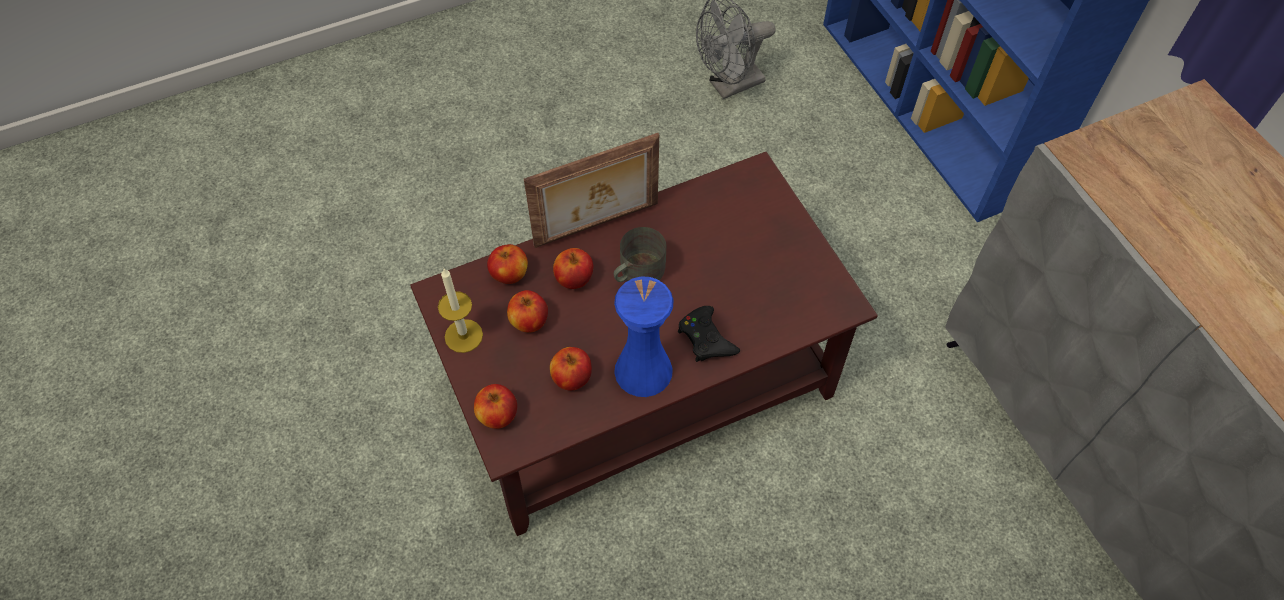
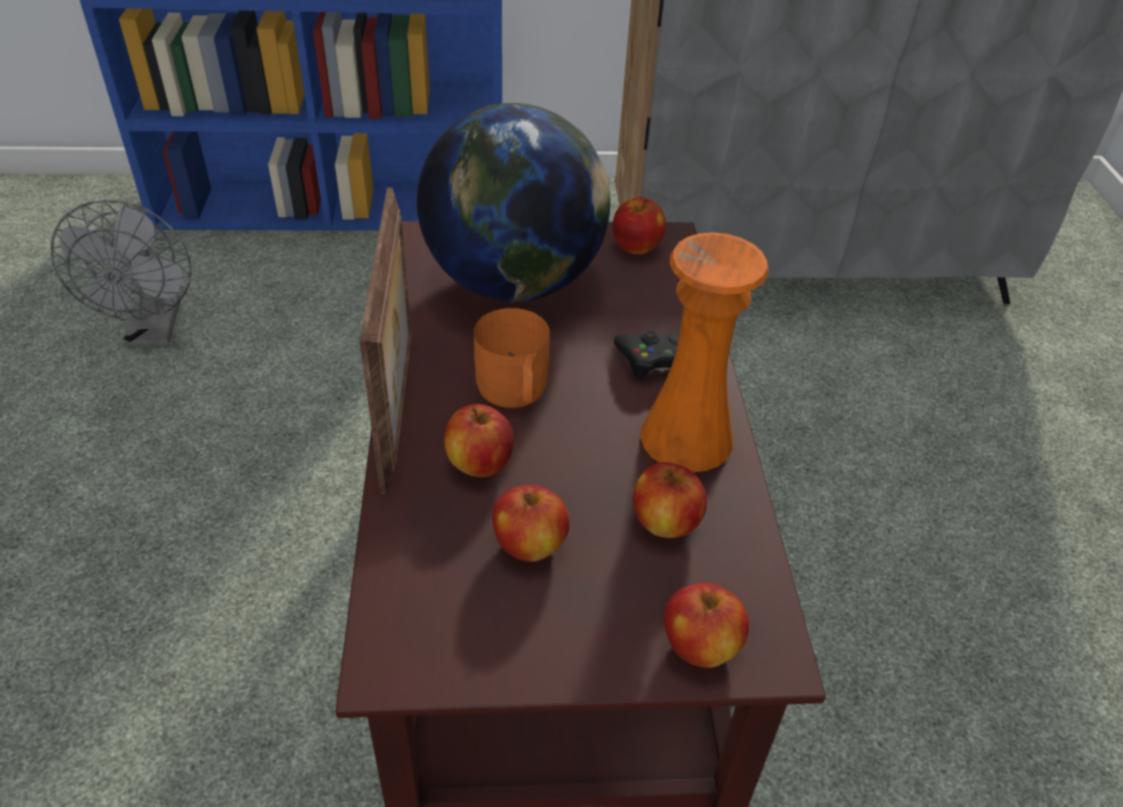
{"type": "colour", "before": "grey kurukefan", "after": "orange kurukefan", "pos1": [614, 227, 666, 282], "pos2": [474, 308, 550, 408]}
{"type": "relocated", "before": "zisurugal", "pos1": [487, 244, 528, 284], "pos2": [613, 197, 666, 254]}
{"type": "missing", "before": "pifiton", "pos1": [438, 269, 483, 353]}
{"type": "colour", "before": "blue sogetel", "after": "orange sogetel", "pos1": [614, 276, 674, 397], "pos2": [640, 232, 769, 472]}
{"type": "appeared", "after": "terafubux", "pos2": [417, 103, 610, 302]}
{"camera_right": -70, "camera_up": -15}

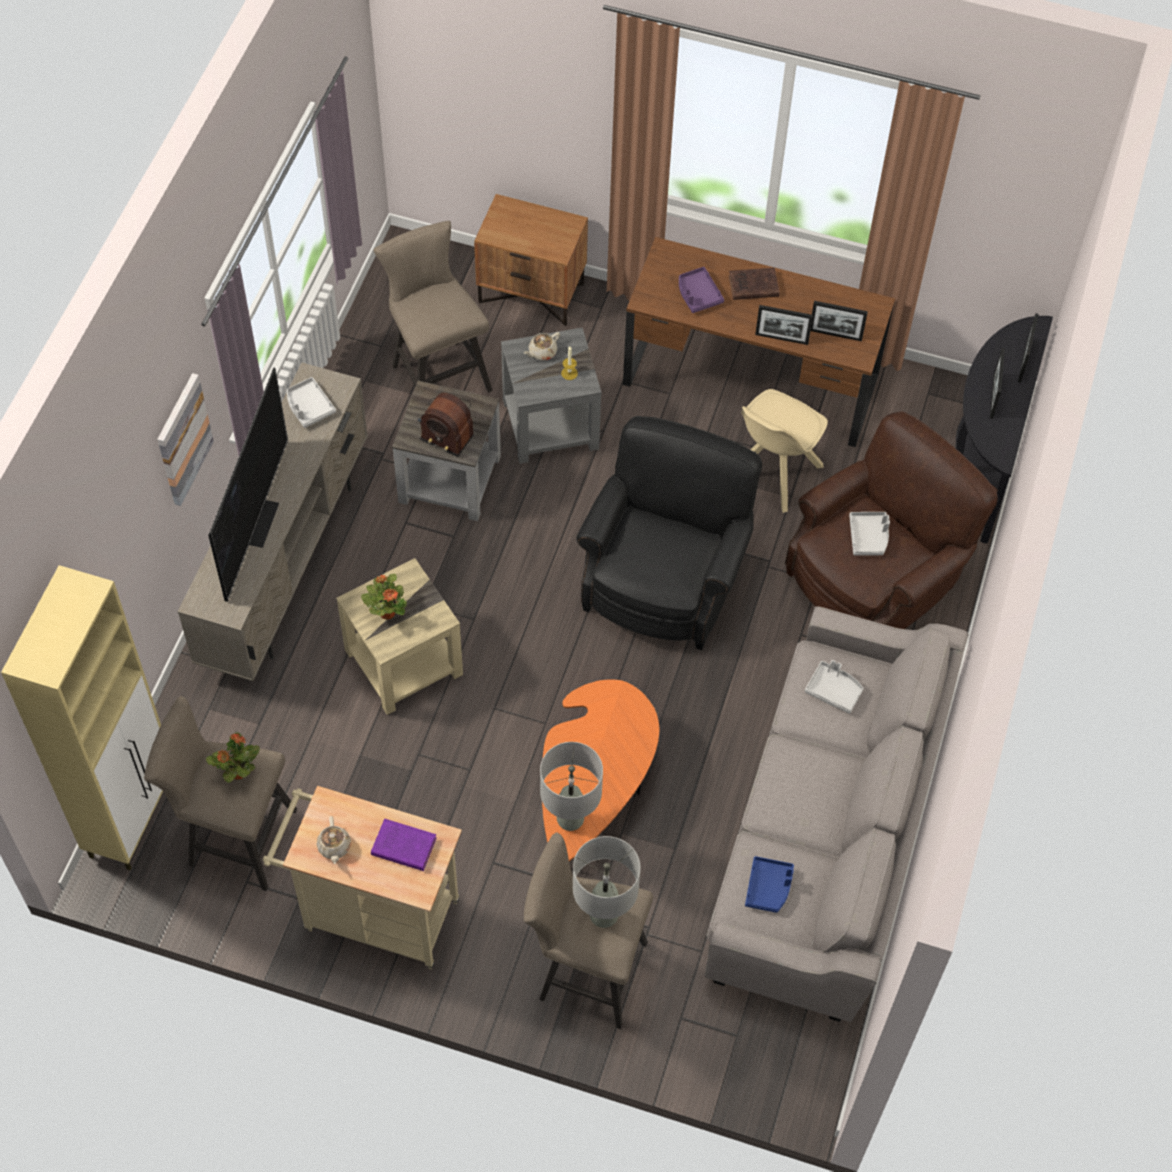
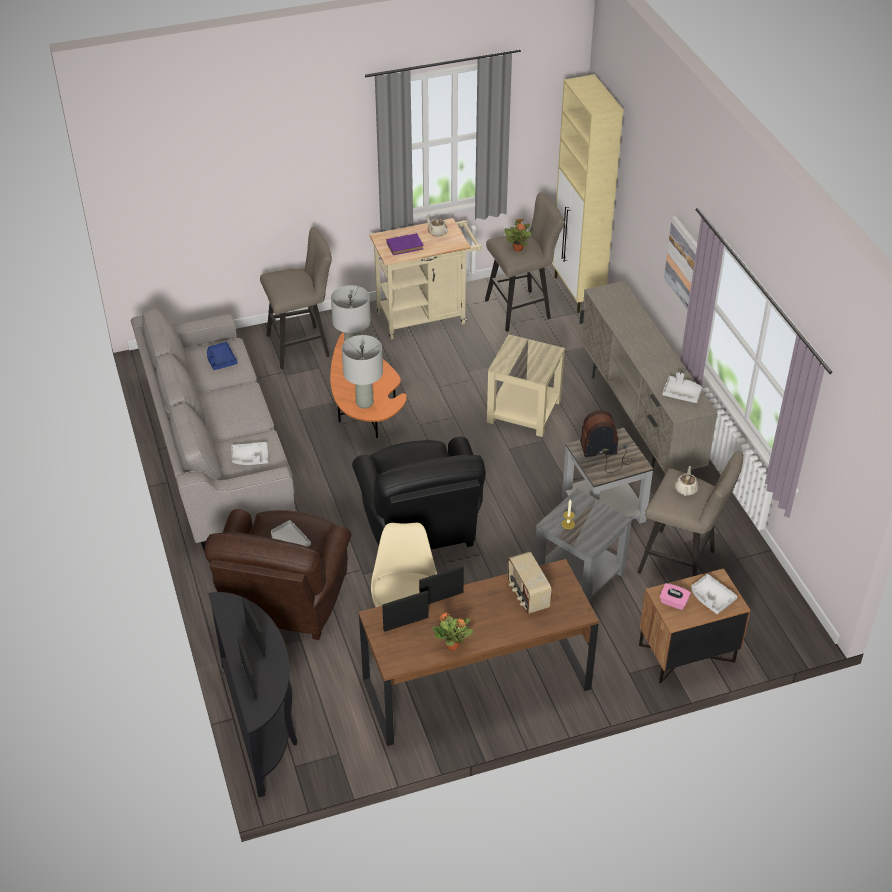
{"type": "exchanged", "before": "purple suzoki", "after": "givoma", "pos1": [679, 267, 724, 313], "pos2": [508, 552, 551, 614]}
{"type": "missing", "before": "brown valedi", "pos1": [729, 268, 779, 300]}
{"type": "relocated", "before": "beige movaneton", "pos1": [524, 332, 560, 361], "pos2": [675, 466, 699, 496]}
{"type": "missing", "before": "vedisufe", "pos1": [208, 368, 288, 602]}
{"type": "relocated", "before": "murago", "pos1": [361, 574, 407, 620], "pos2": [432, 612, 474, 651]}
{"type": "relocated", "before": "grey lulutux", "pos1": [573, 836, 640, 928], "pos2": [342, 335, 383, 409]}
{"type": "appeared", "after": "grey suzoki", "pos2": [691, 574, 737, 614]}
{"type": "appeared", "after": "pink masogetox", "pos2": [660, 583, 691, 610]}
{"camera_right": 145, "camera_up": -15}

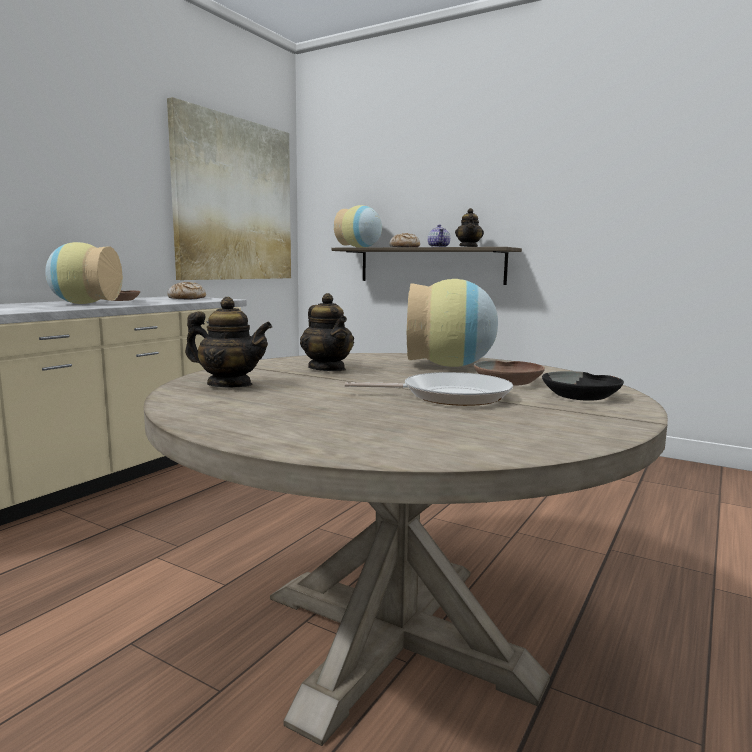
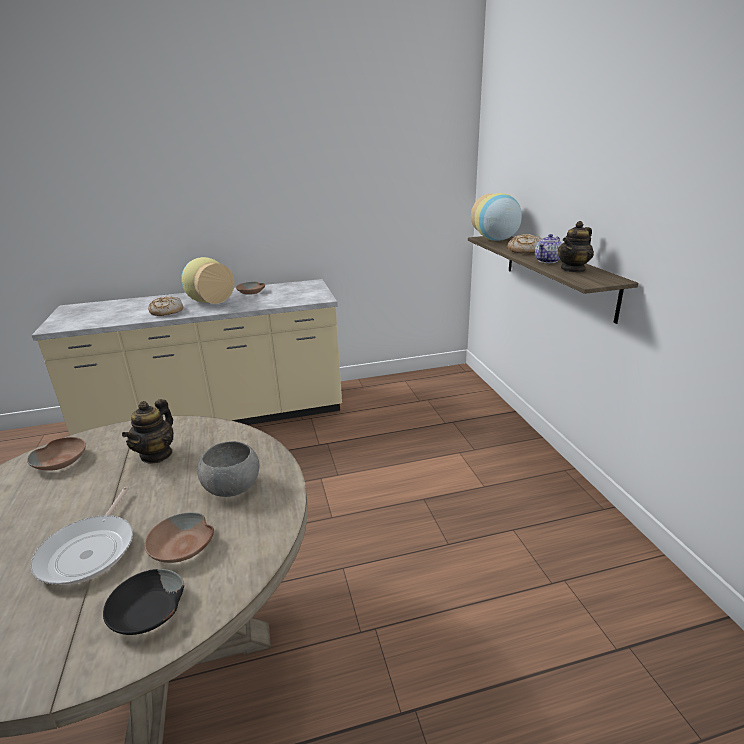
{"type": "missing", "before": "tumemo", "pos1": [167, 97, 291, 280]}
{"type": "exchanged", "before": "sogetel", "after": "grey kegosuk", "pos1": [407, 279, 498, 367], "pos2": [197, 441, 260, 497]}
{"type": "relocated", "before": "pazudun", "pos1": [167, 282, 206, 299], "pos2": [148, 296, 183, 316]}
{"type": "exchanged", "before": "movaneton", "after": "brown kegosuk", "pos1": [185, 297, 272, 387], "pos2": [27, 437, 86, 471]}
{"type": "spun", "before": "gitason", "pos1": [345, 372, 513, 406], "pos2": [31, 486, 133, 585], "turn": 45}
{"camera_right": 45, "camera_up": 15}

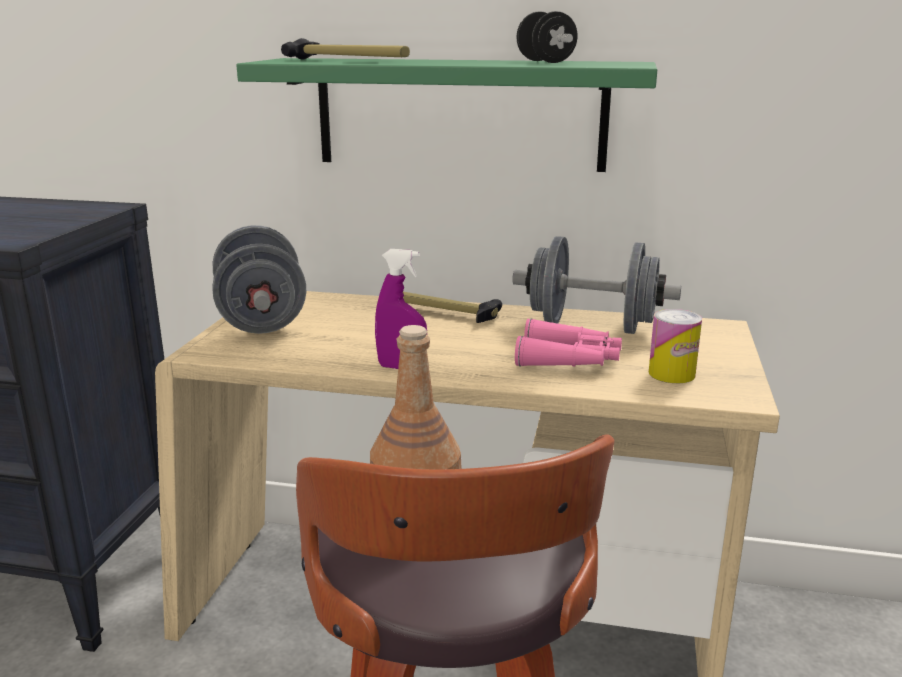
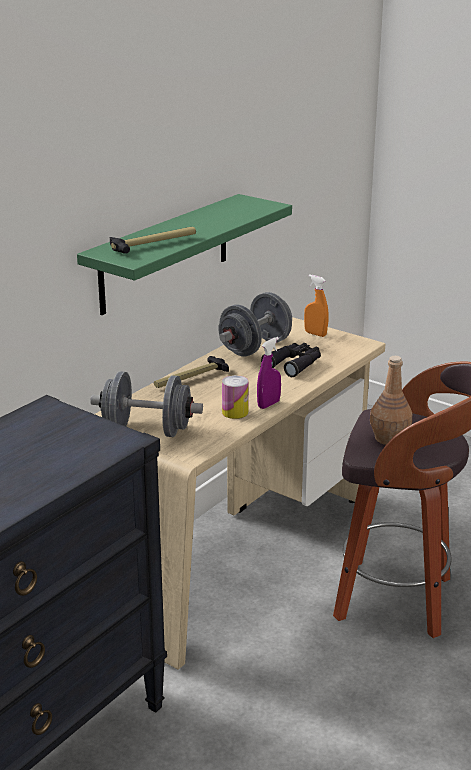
{"type": "missing", "before": "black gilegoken", "pos1": [516, 11, 578, 63]}
{"type": "relocated", "before": "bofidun", "pos1": [649, 309, 702, 383], "pos2": [222, 375, 249, 419]}
{"type": "colour", "before": "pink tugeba", "after": "black tugeba", "pos1": [515, 318, 622, 367], "pos2": [261, 343, 321, 377]}
{"type": "appeared", "after": "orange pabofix", "pos2": [304, 274, 329, 337]}
{"camera_right": -65, "camera_up": 5}

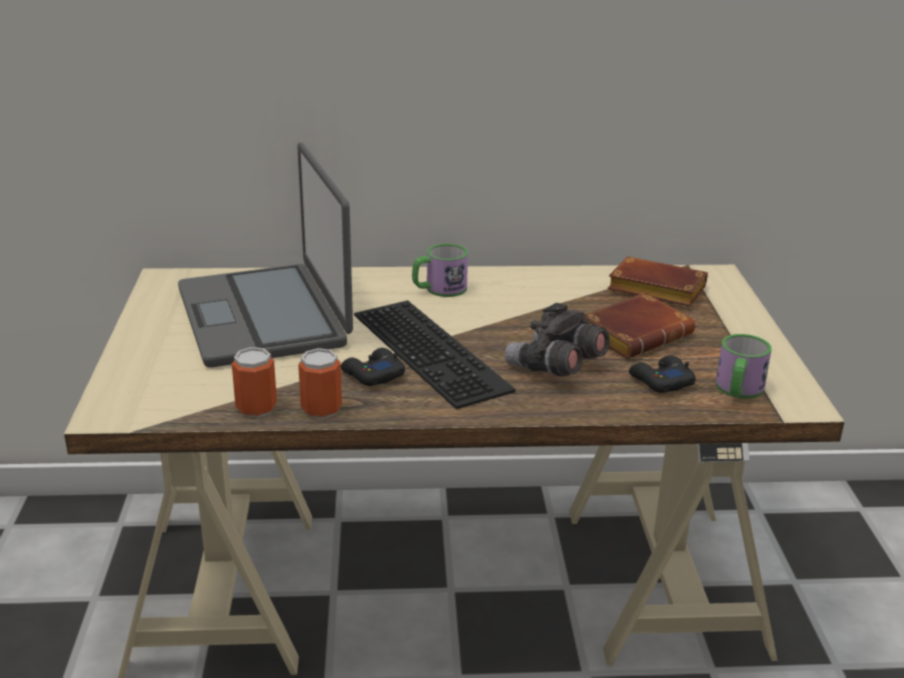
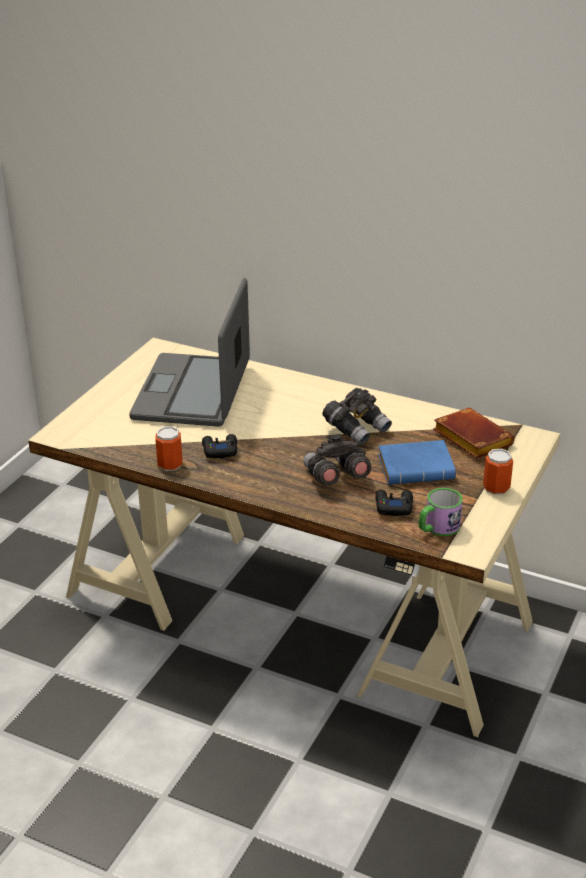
{"type": "missing", "before": "kurukefan", "pos1": [412, 244, 468, 297]}
{"type": "colour", "before": "brown valedi", "after": "blue valedi", "pos1": [584, 293, 695, 359], "pos2": [378, 440, 456, 485]}
{"type": "missing", "before": "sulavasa", "pos1": [354, 300, 516, 409]}
{"type": "relocated", "before": "bofidun", "pos1": [232, 347, 277, 418], "pos2": [483, 449, 513, 495]}
{"type": "appeared", "after": "grey tugeba", "pos2": [322, 388, 392, 445]}
{"camera_right": 30, "camera_up": 5}

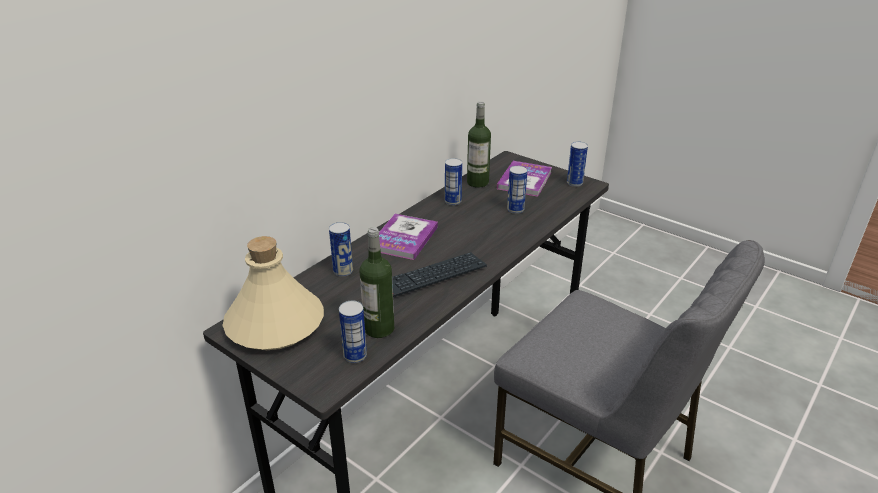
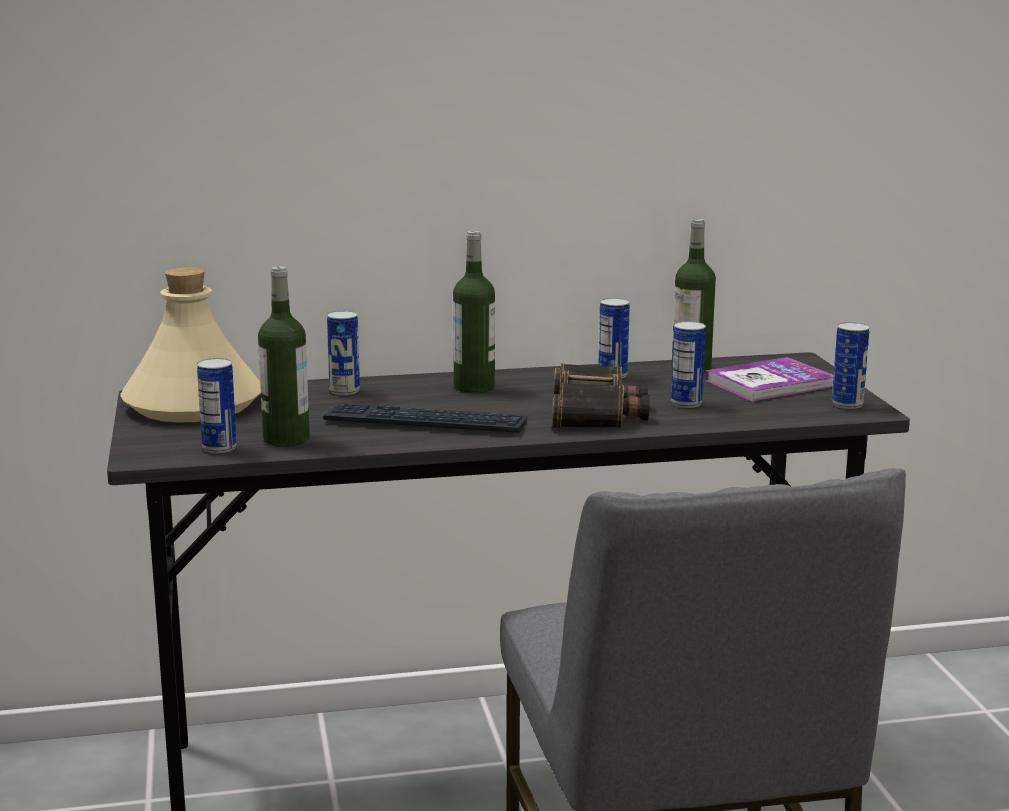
{"type": "exchanged", "before": "valedi", "after": "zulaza", "pos1": [379, 214, 438, 260], "pos2": [453, 231, 495, 393]}
{"type": "appeared", "after": "tugeba", "pos2": [552, 363, 650, 428]}
{"camera_right": 40, "camera_up": -15}

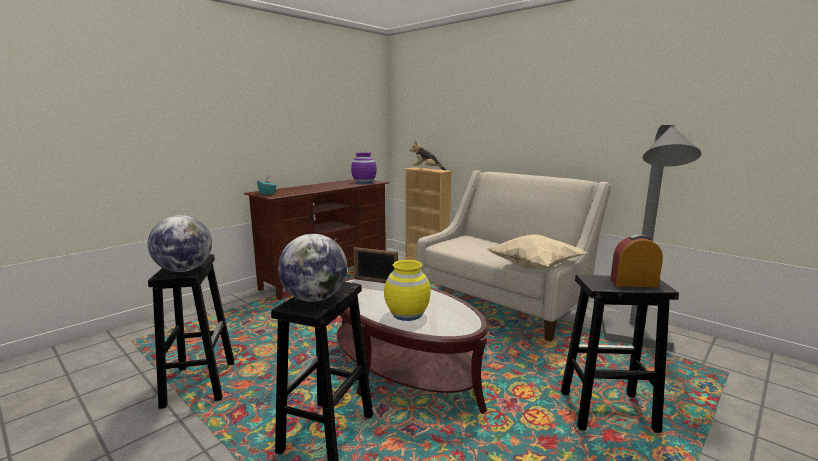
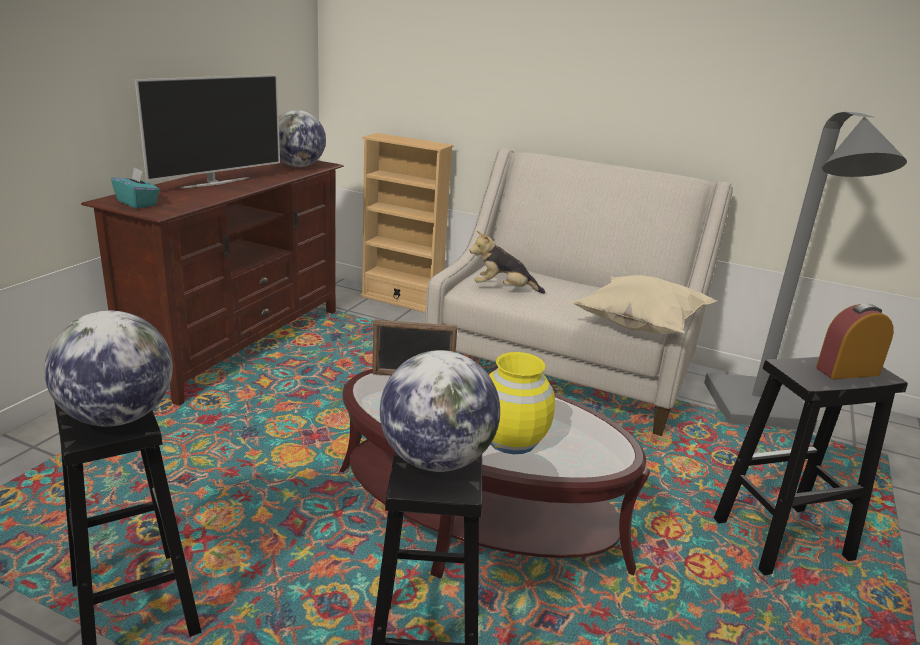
{"type": "relocated", "before": "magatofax", "pos1": [410, 141, 446, 170], "pos2": [470, 231, 545, 293]}
{"type": "exchanged", "before": "purple sogetel", "after": "terafubux", "pos1": [351, 152, 377, 184], "pos2": [279, 110, 326, 167]}
{"type": "appeared", "after": "vedisufe", "pos2": [135, 74, 280, 188]}
{"camera_right": -20, "camera_up": 10}

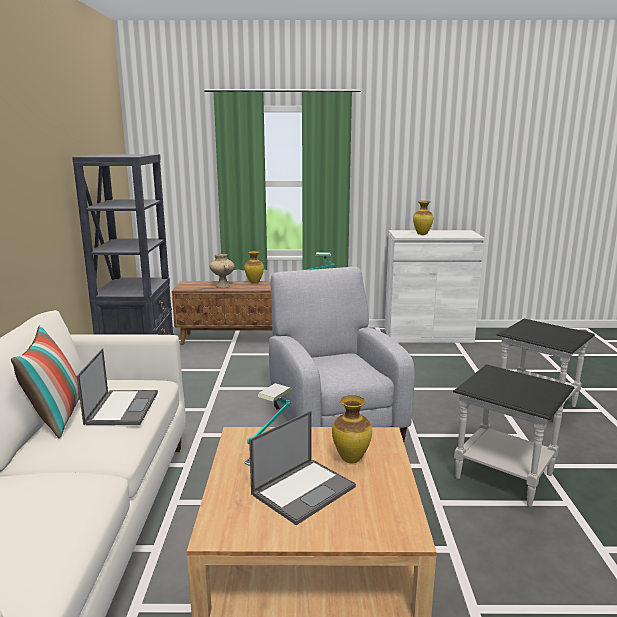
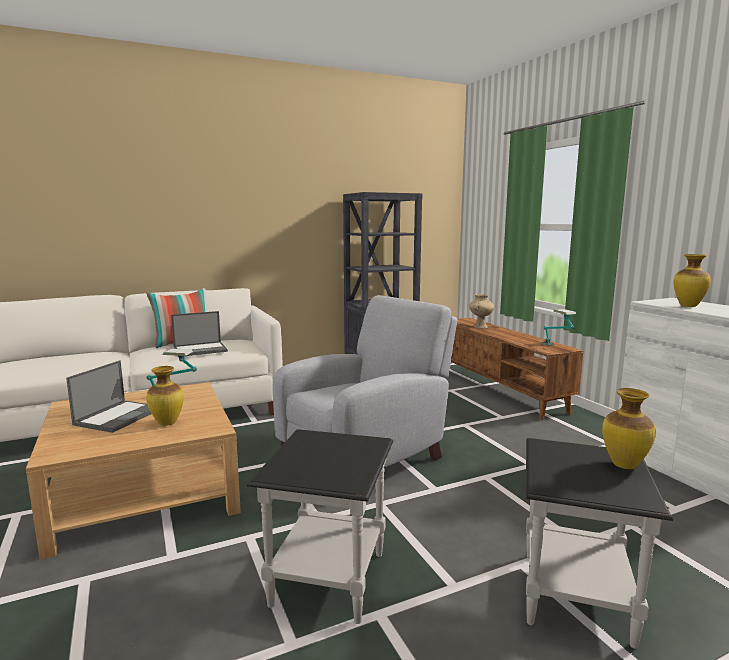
{"type": "relocated", "before": "sogetel", "pos1": [244, 251, 264, 284], "pos2": [602, 388, 656, 469]}
{"type": "spun", "before": "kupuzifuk", "pos1": [249, 411, 356, 525], "pos2": [66, 360, 152, 433], "turn": -90}
{"camera_right": 65, "camera_up": -5}

